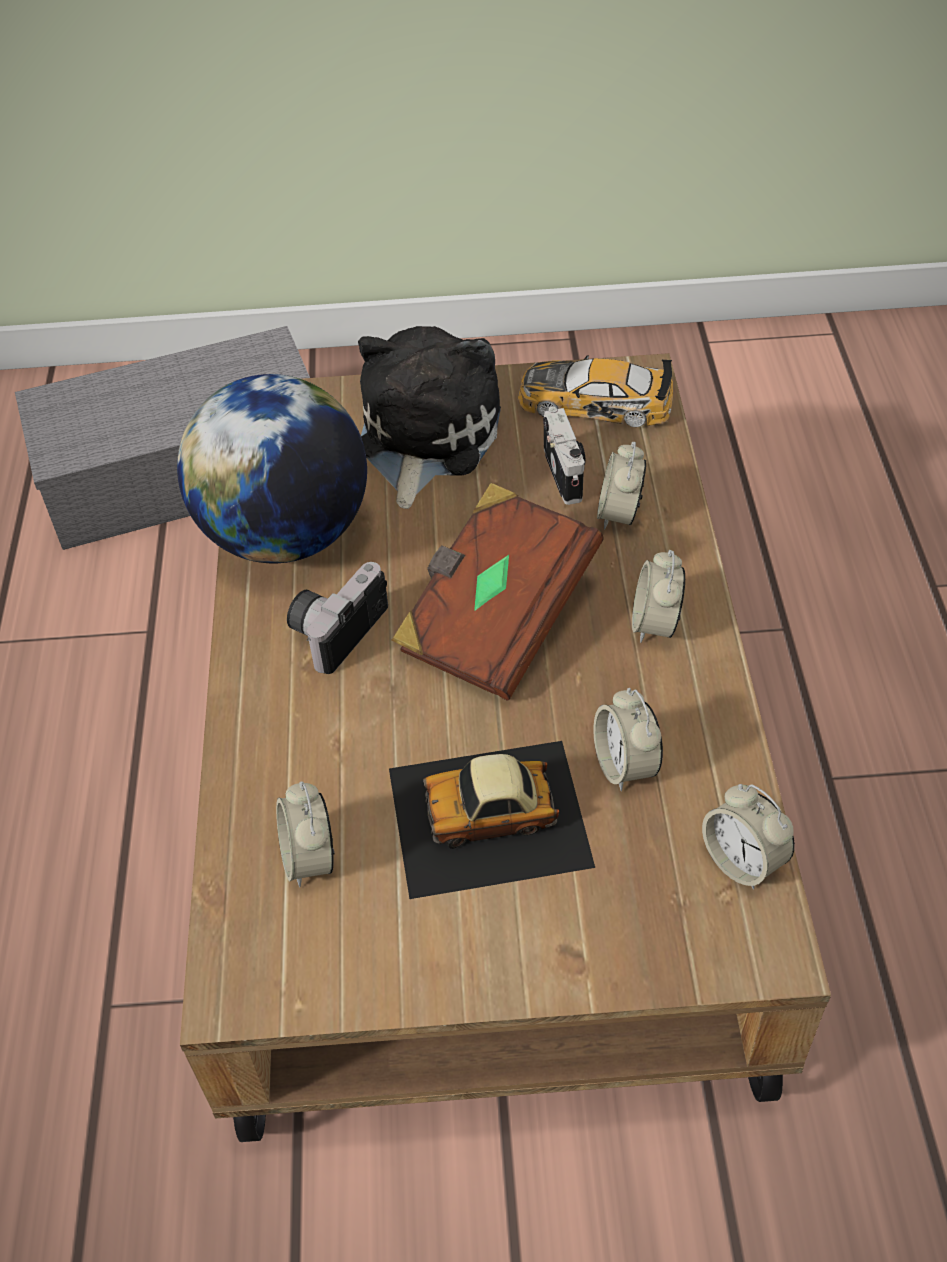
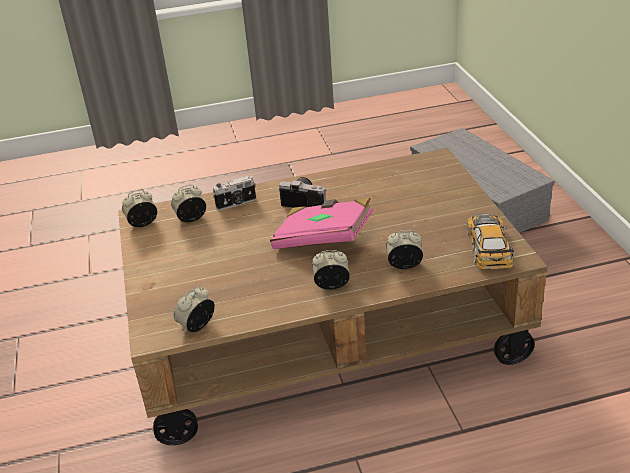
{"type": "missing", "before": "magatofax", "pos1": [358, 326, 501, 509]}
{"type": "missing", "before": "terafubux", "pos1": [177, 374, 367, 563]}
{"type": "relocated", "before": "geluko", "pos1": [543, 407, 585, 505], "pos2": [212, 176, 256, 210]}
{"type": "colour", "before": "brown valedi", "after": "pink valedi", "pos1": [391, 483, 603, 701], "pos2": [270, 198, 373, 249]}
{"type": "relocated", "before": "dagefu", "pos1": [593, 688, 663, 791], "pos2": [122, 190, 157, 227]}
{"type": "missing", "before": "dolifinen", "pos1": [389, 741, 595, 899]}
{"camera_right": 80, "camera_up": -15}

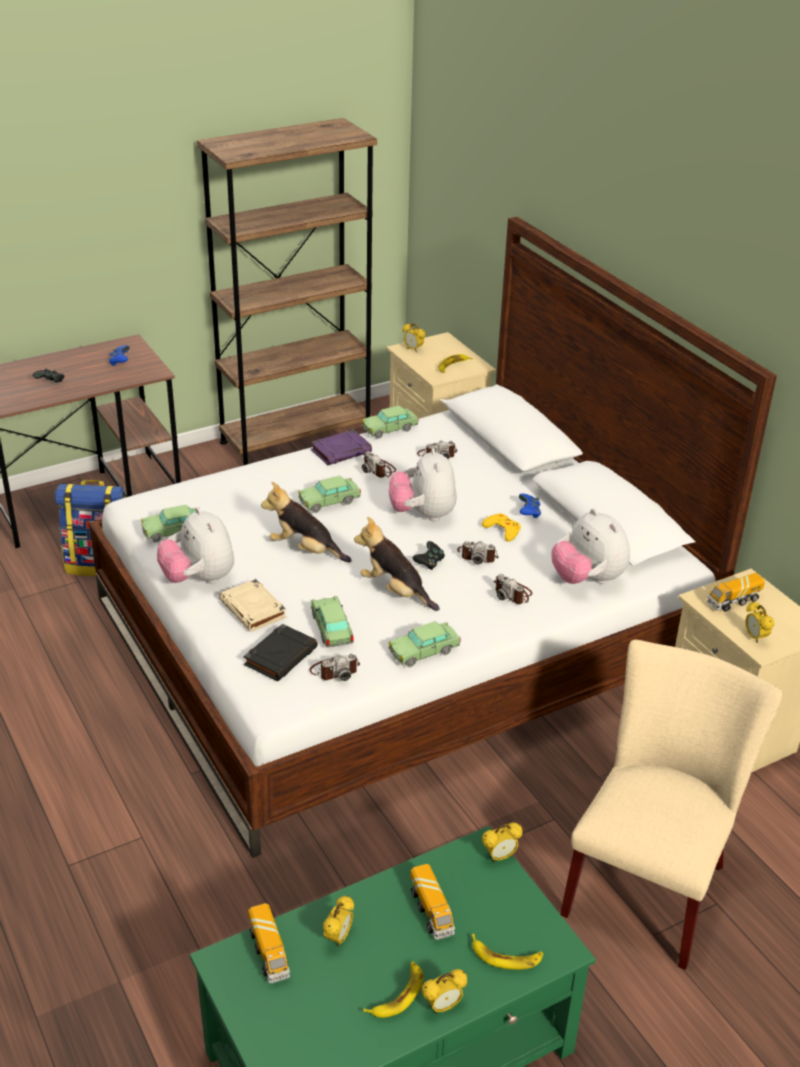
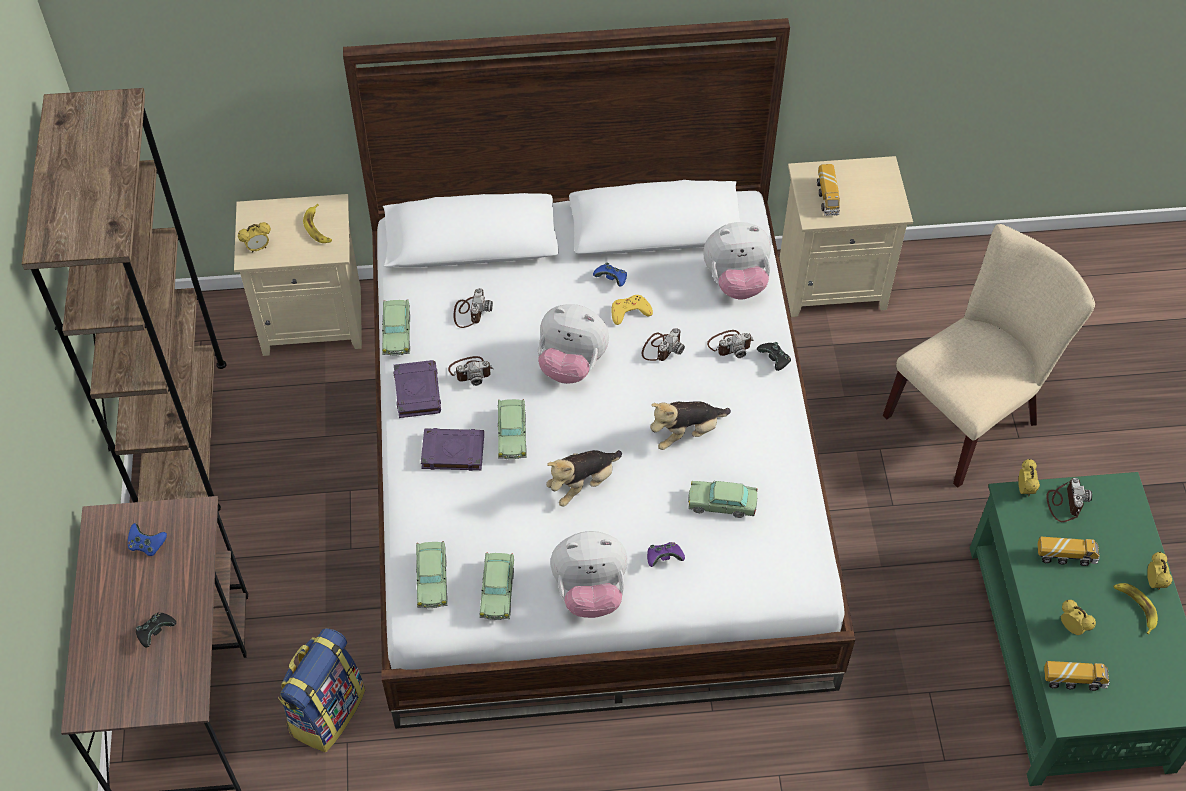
{"type": "relocated", "before": "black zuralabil", "pos1": [412, 541, 445, 570], "pos2": [757, 342, 791, 371]}
{"type": "exchanged", "before": "beige valedi", "after": "purple zuralabil", "pos1": [219, 579, 287, 632], "pos2": [647, 542, 685, 567]}
{"type": "missing", "before": "dagefu", "pos1": [745, 602, 774, 643]}
{"type": "relocated", "before": "dolifinen", "pos1": [388, 621, 460, 667], "pos2": [416, 541, 448, 608]}
{"type": "missing", "before": "black valedi", "pos1": [243, 624, 318, 681]}
{"type": "spun", "before": "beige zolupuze", "pos1": [560, 640, 783, 970], "pos2": [883, 224, 1095, 488], "turn": 90}
{"type": "relocated", "before": "geluko", "pos1": [309, 654, 360, 681], "pos2": [1046, 478, 1092, 522]}
{"type": "missing", "before": "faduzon", "pos1": [472, 934, 543, 970]}
{"type": "appeared", "after": "purple valedi", "pos2": [421, 428, 484, 471]}
{"camera_right": -65, "camera_up": 20}

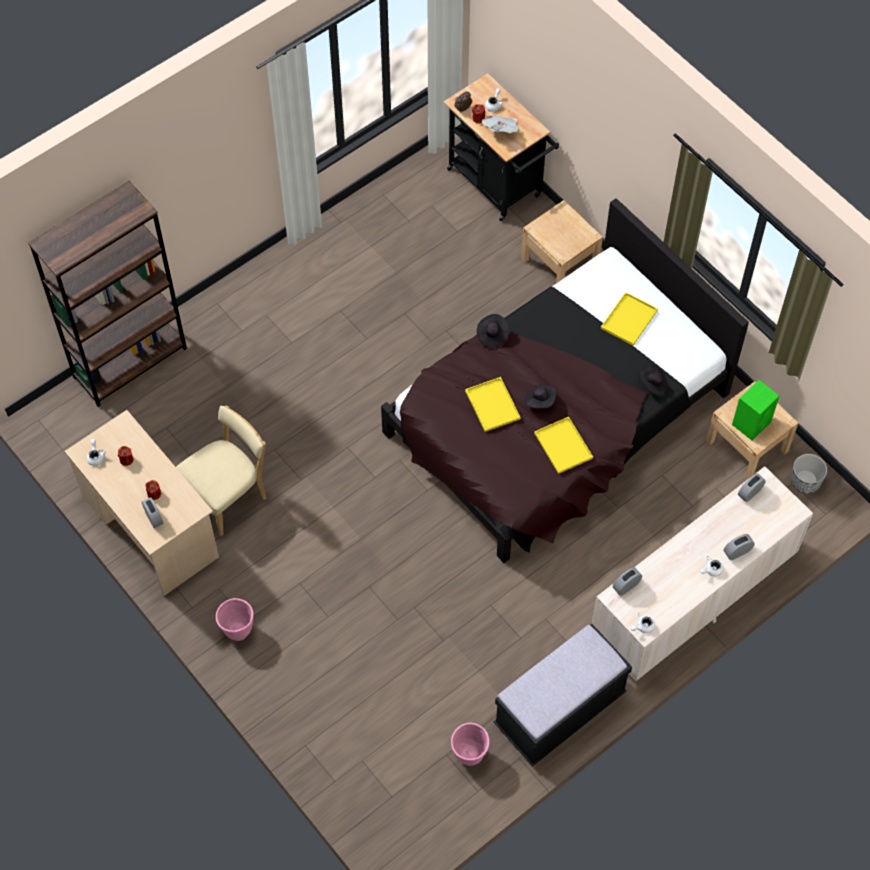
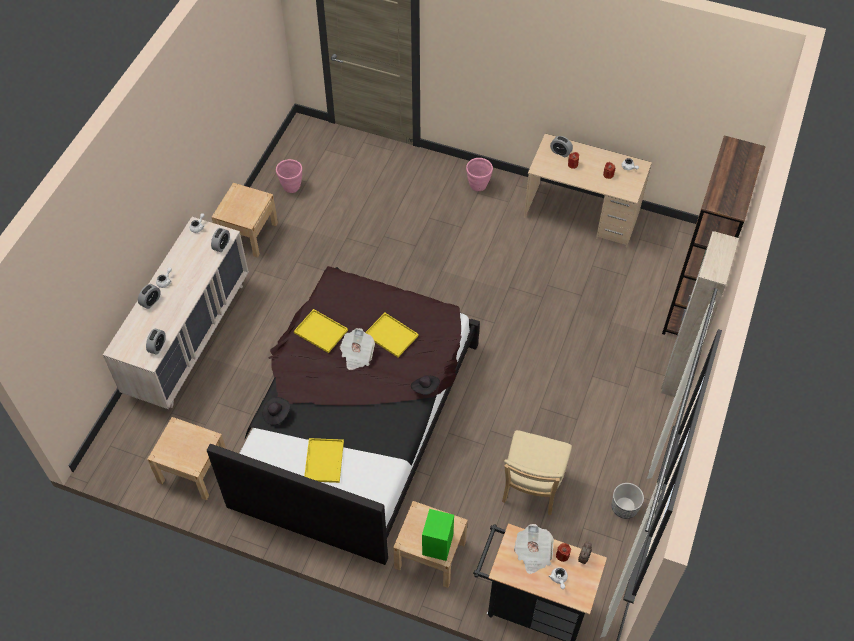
{"type": "relocated", "before": "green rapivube", "pos1": [732, 380, 779, 440], "pos2": [422, 509, 454, 561]}
{"type": "exchanged", "before": "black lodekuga", "after": "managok", "pos1": [525, 385, 556, 409], "pos2": [340, 328, 375, 370]}
{"type": "relocated", "before": "beige zolupuze", "pos1": [176, 405, 267, 536], "pos2": [502, 430, 572, 515]}
{"type": "relocated", "before": "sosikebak", "pos1": [791, 454, 827, 494], "pos2": [611, 483, 644, 519]}
{"type": "exchanged", "before": "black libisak", "after": "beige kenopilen", "pos1": [494, 624, 632, 766], "pos2": [212, 183, 278, 258]}
{"type": "appeared", "after": "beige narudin", "pos2": [661, 231, 739, 400]}
{"camera_right": 150, "camera_up": -5}

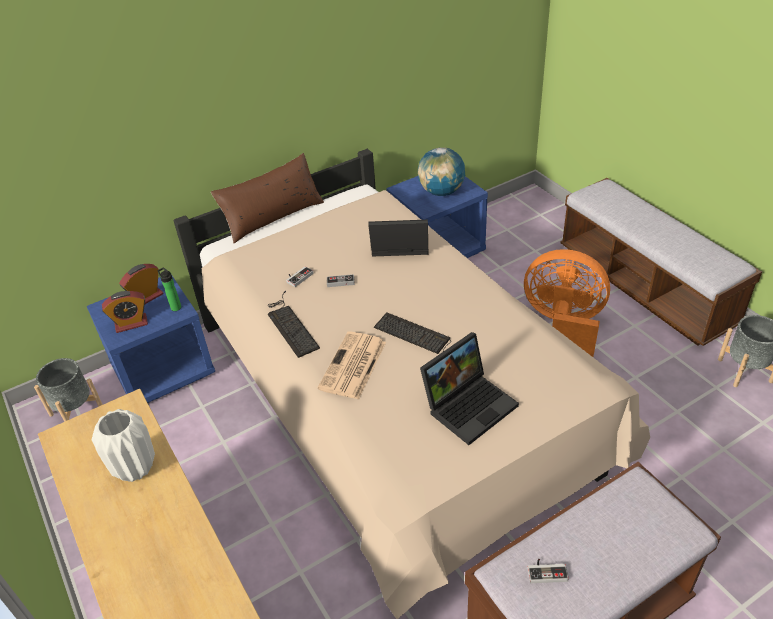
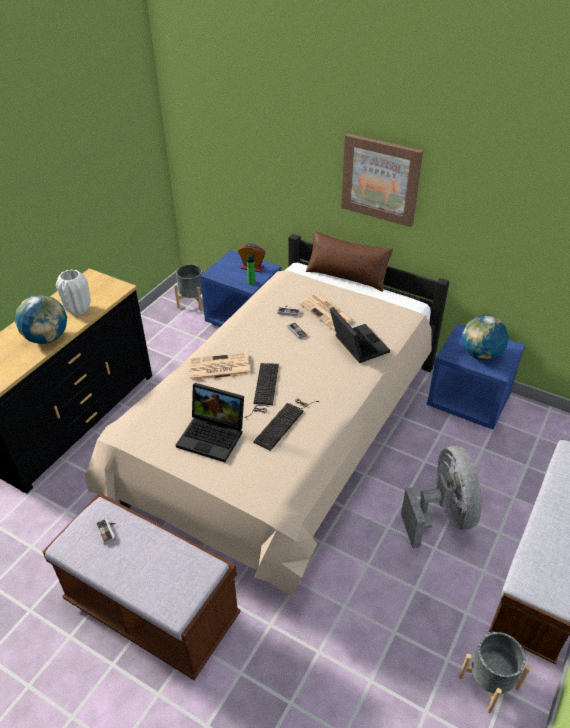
{"type": "colour", "before": "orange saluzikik", "after": "grey saluzikik", "pos1": [524, 249, 610, 357], "pos2": [401, 446, 482, 548]}
{"type": "missing", "before": "dagefu", "pos1": [102, 291, 148, 333]}
{"type": "relocated", "before": "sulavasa", "pos1": [268, 291, 320, 358], "pos2": [253, 399, 319, 451]}
{"type": "appeared", "after": "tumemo", "pos2": [341, 133, 423, 227]}
{"type": "appeared", "after": "managok", "pos2": [299, 294, 354, 330]}
{"type": "appeared", "after": "terafubux", "pos2": [15, 295, 67, 344]}
{"camera_right": 60, "camera_up": 0}

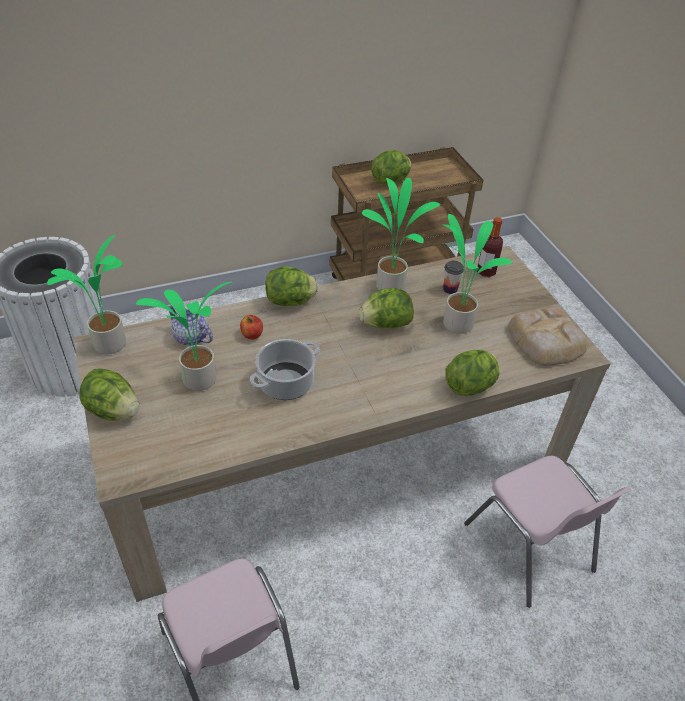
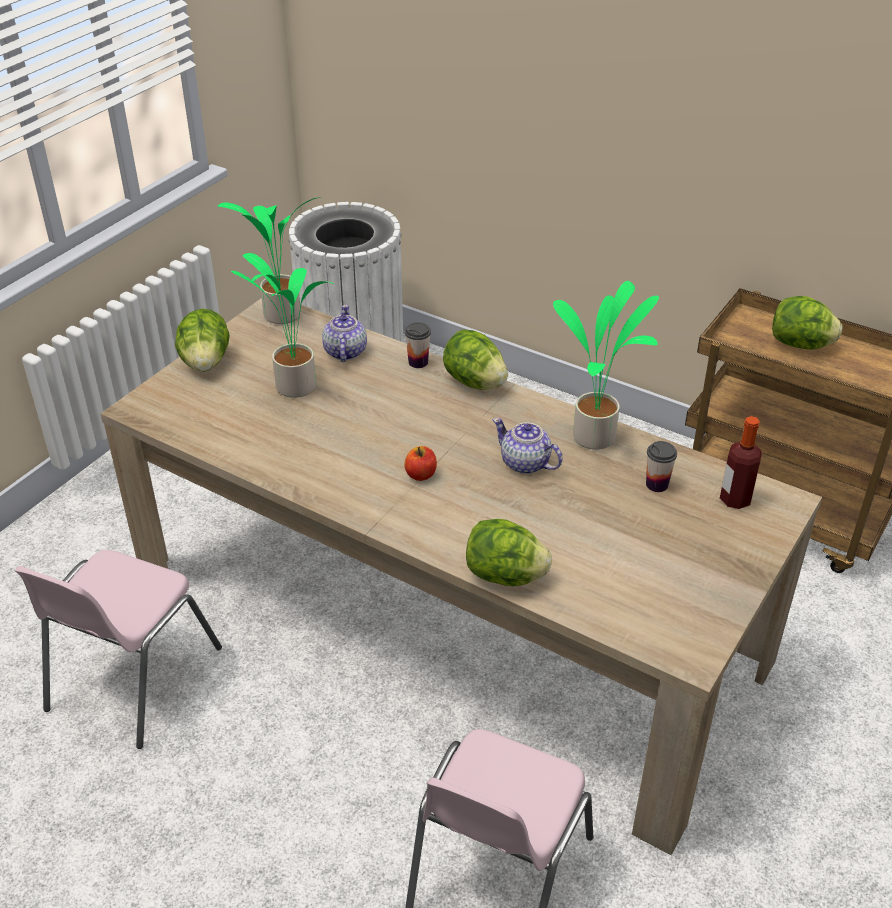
{"type": "missing", "before": "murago", "pos1": [442, 214, 513, 334]}
{"type": "exchanged", "before": "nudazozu", "after": "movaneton", "pos1": [359, 288, 414, 329], "pos2": [493, 418, 563, 474]}
{"type": "missing", "before": "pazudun", "pos1": [508, 305, 587, 366]}
{"type": "relocated", "before": "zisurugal", "pos1": [240, 315, 263, 340], "pos2": [404, 446, 437, 481]}
{"type": "missing", "before": "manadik", "pos1": [250, 339, 320, 400]}
{"type": "appeared", "after": "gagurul", "pos2": [405, 322, 431, 368]}
{"camera_right": 55, "camera_up": -5}

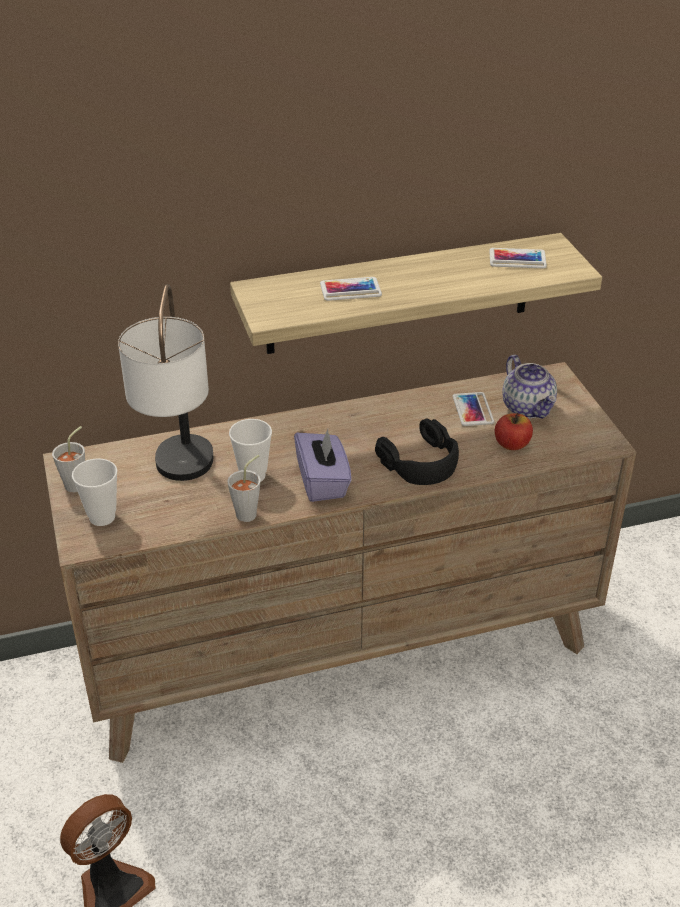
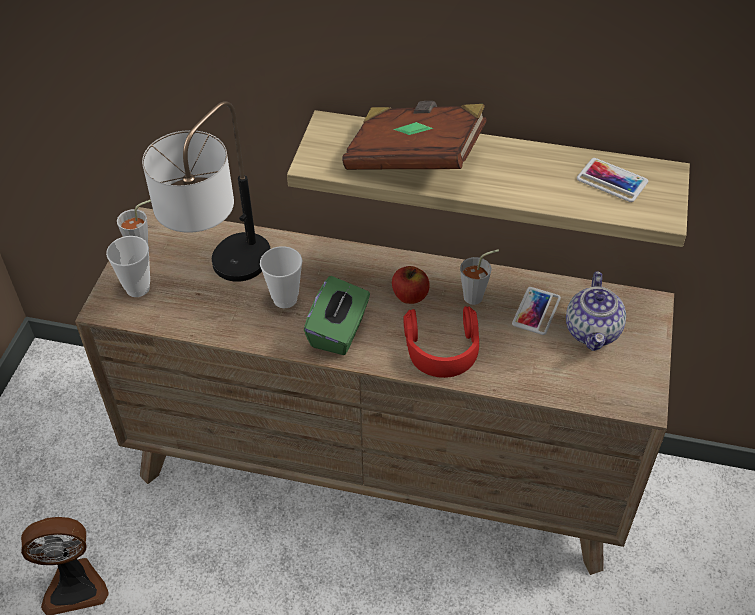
{"type": "exchanged", "before": "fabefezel", "after": "brown valedi", "pos1": [320, 277, 382, 301], "pos2": [342, 101, 487, 170]}
{"type": "relocated", "before": "zisurugal", "pos1": [495, 413, 533, 450], "pos2": [392, 266, 429, 304]}
{"type": "colour", "before": "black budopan", "after": "red budopan", "pos1": [375, 418, 459, 485], "pos2": [403, 306, 479, 378]}
{"type": "colour", "before": "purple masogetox", "after": "green masogetox", "pos1": [294, 429, 352, 502], "pos2": [304, 276, 370, 355]}
{"type": "relocated", "before": "grey gagurul", "pos1": [227, 455, 261, 522], "pos2": [460, 249, 499, 305]}
{"camera_right": 30, "camera_up": 10}

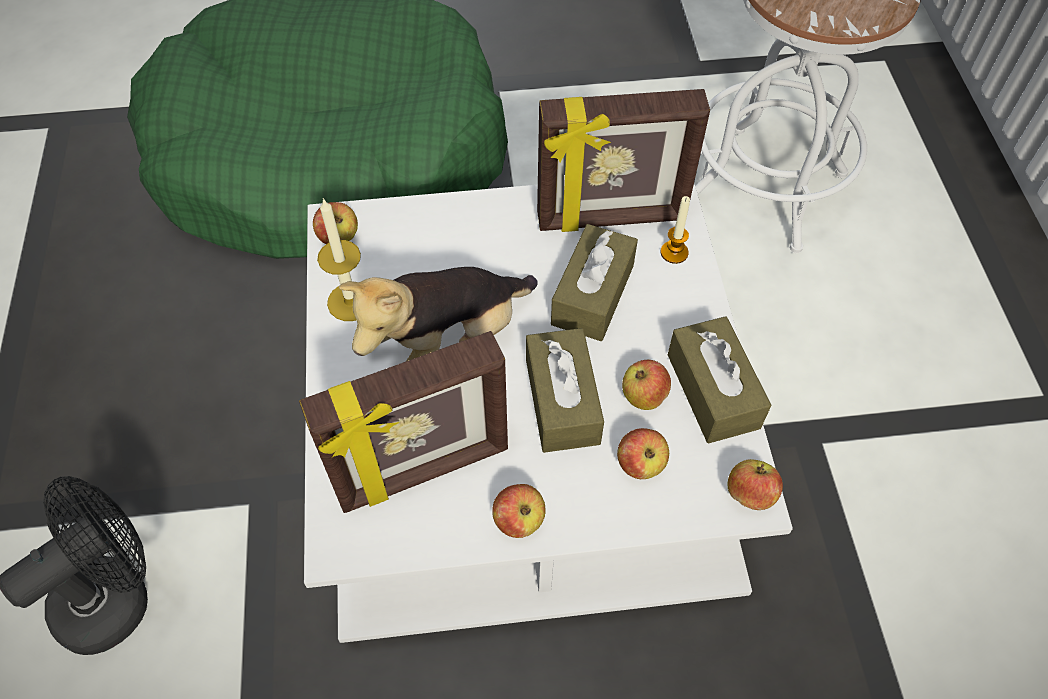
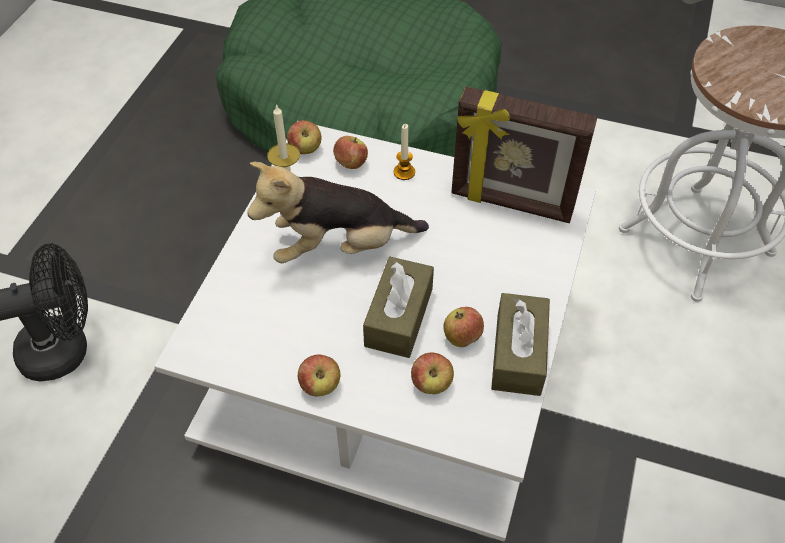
{"type": "relocated", "before": "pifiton", "pos1": [661, 196, 690, 264], "pos2": [394, 124, 415, 180]}
{"type": "missing", "before": "brown masogetox", "pos1": [551, 224, 638, 341]}
{"type": "missing", "before": "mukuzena", "pos1": [299, 331, 508, 513]}
{"type": "relocated", "before": "zisurugal", "pos1": [728, 459, 783, 510], "pos2": [333, 136, 368, 169]}
{"camera_right": 25, "camera_up": -5}

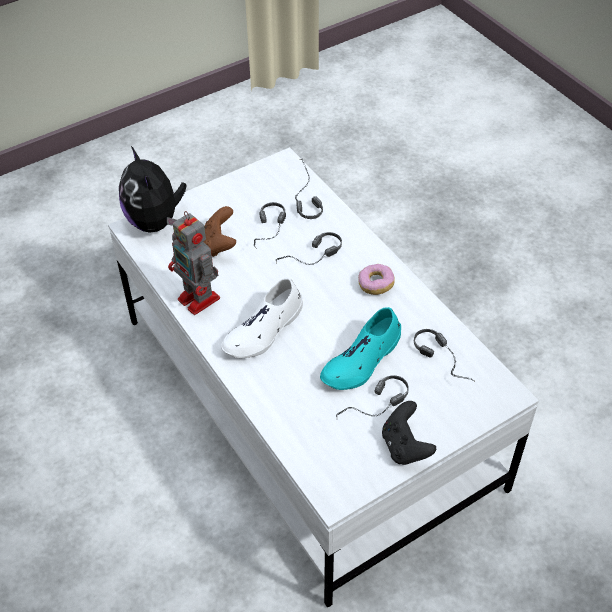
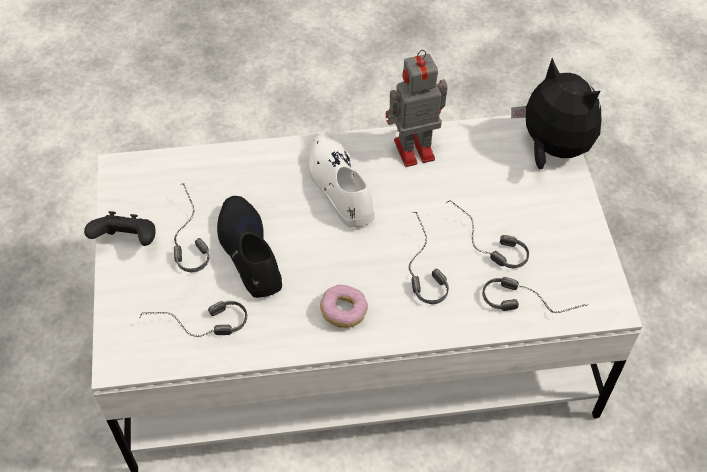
{"type": "spun", "before": "magatofax", "pos1": [119, 146, 187, 233], "pos2": [511, 58, 602, 169], "turn": 45}
{"type": "missing", "before": "brown zuralabil", "pos1": [204, 206, 236, 257]}
{"type": "colour", "before": "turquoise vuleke", "after": "black vuleke", "pos1": [320, 307, 401, 390], "pos2": [217, 196, 282, 298]}
{"camera_right": 115, "camera_up": 5}

